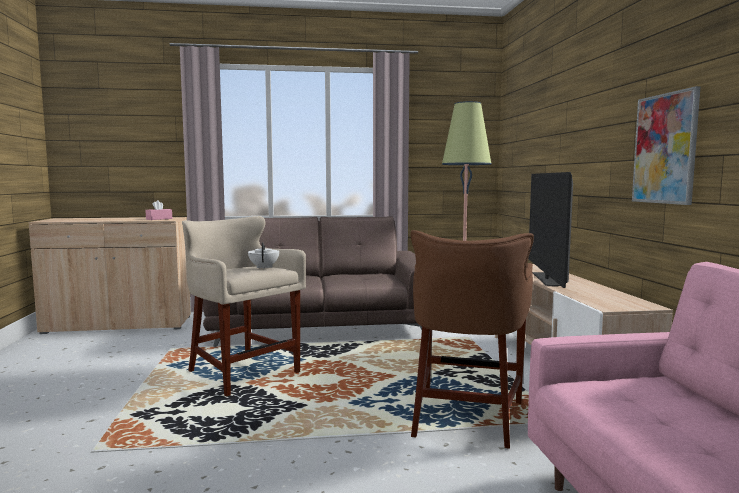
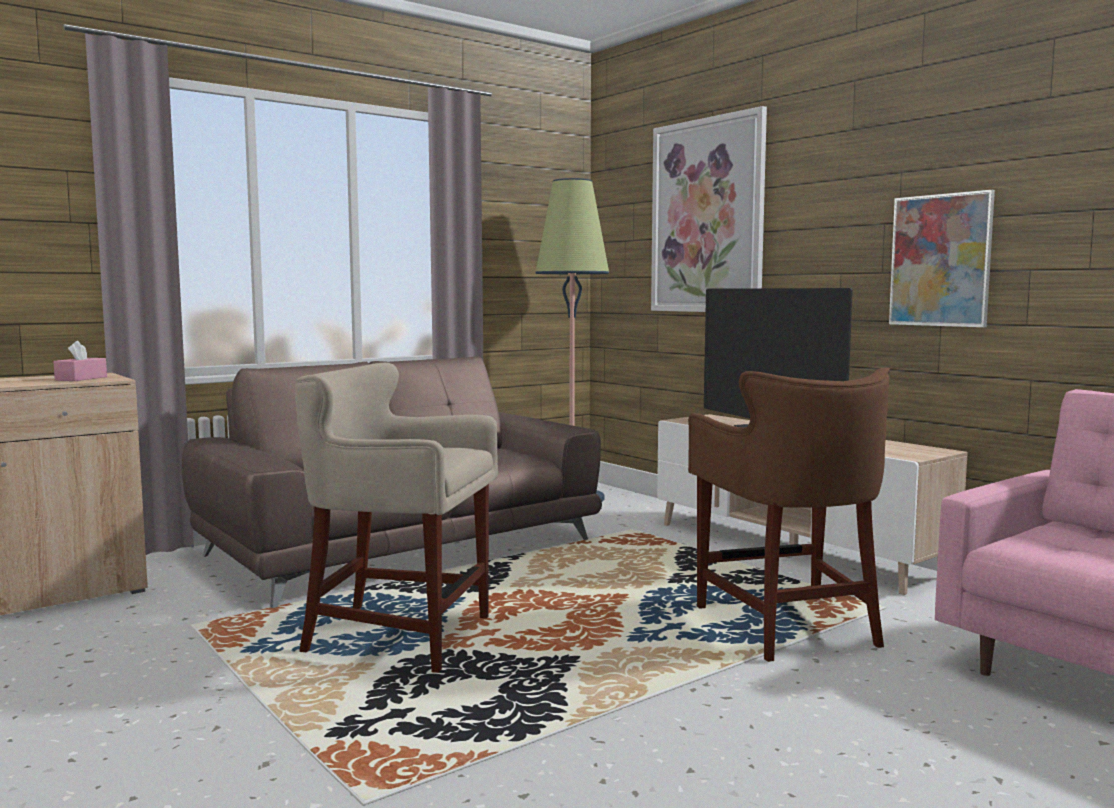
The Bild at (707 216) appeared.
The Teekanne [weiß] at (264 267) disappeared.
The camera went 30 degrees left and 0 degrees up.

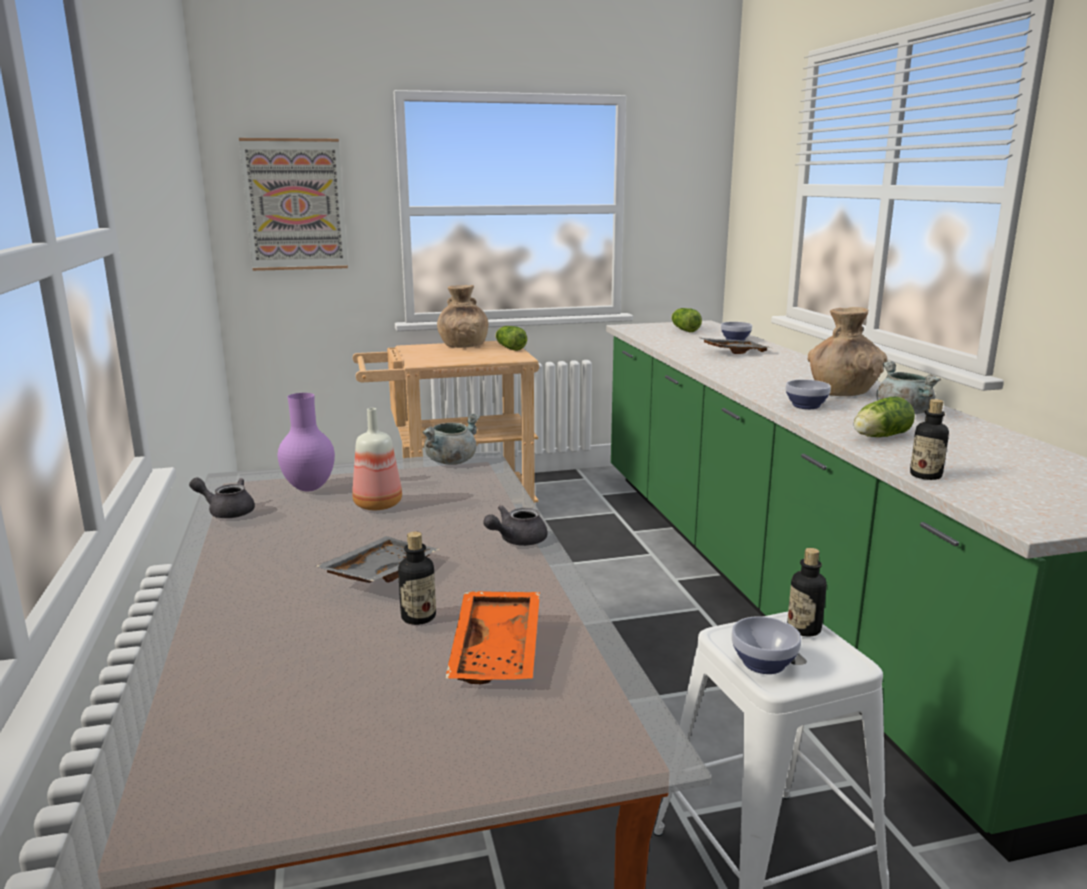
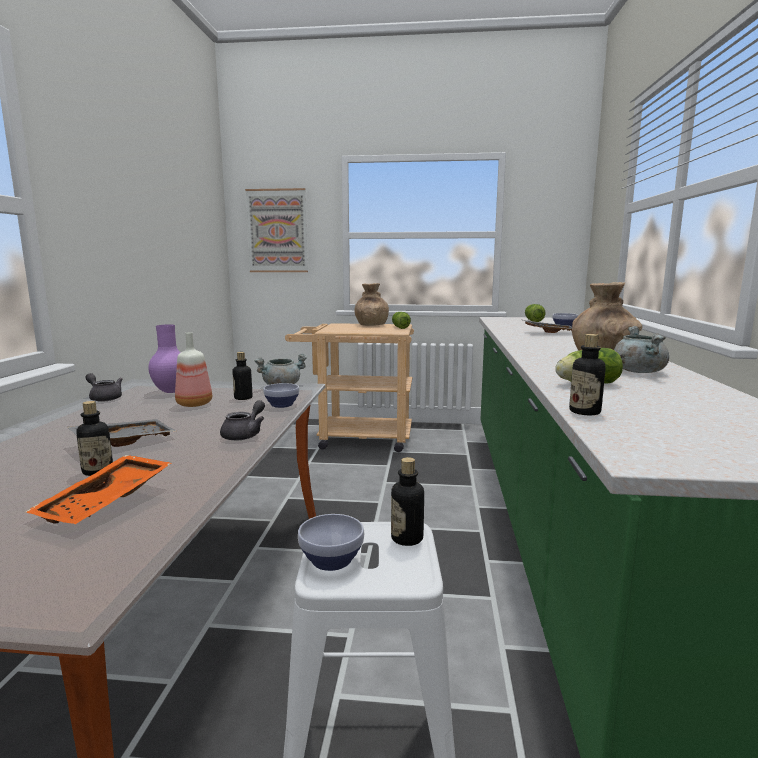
The Teekanne [grau] at (516 541) turned 135 degrees clockwise.
The Flasche at (243 398) appeared.
The Schüssel moved from (804 406) to (281 404).
The camera went 20 degrees right and 5 degrees down.

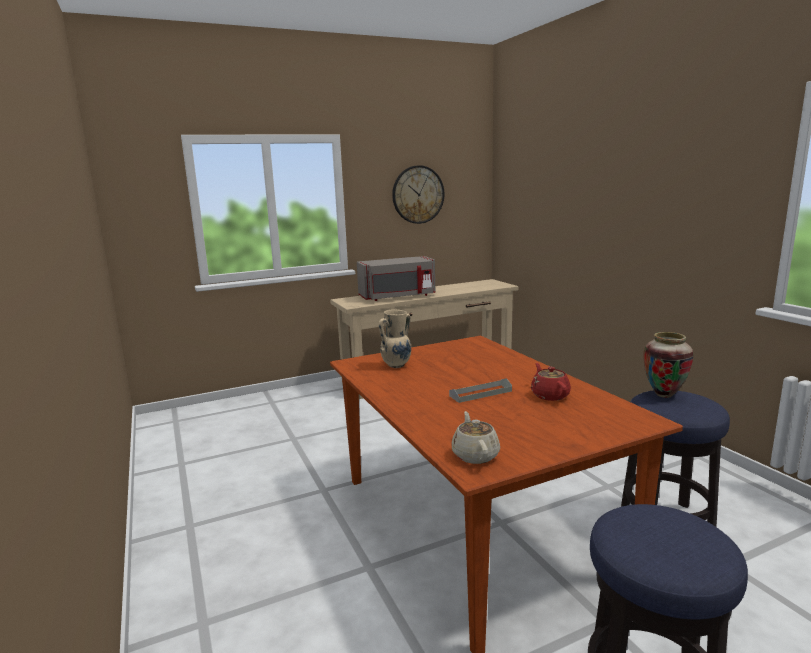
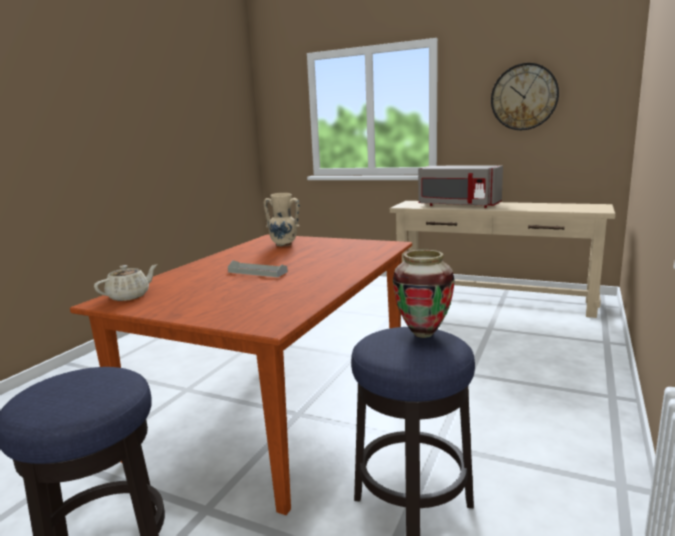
The Teekanne [rot] at (549 395) disappeared.
The camera went 50 degrees right and 0 degrees up.

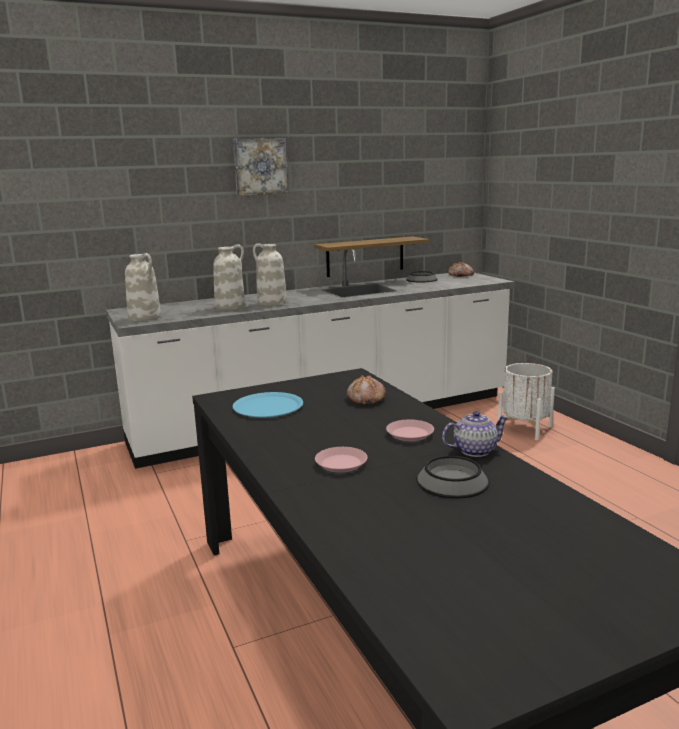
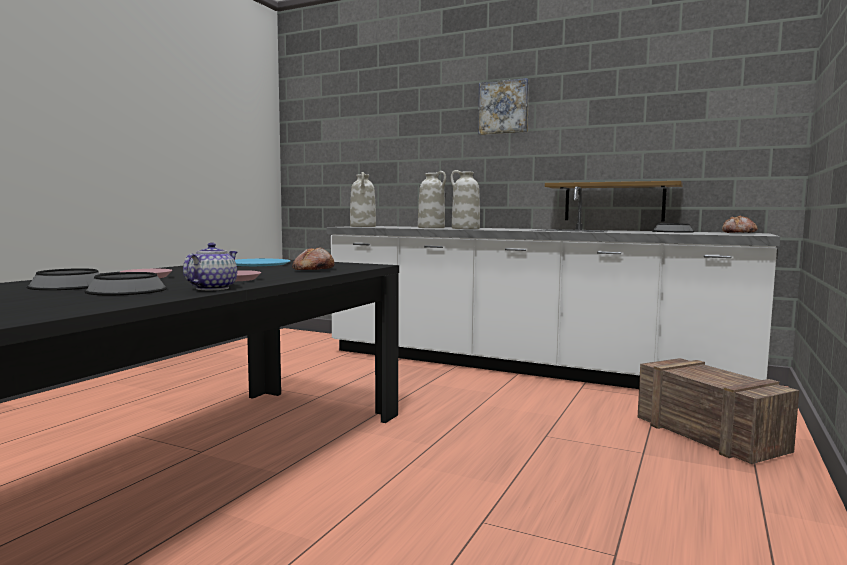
The Schüssel at (69 285) appeared.
The Teekanne at (474 450) turned 105 degrees counterclockwise.
The Pflanzkübel [weiß] at (524 429) was replaced by the Kiste at (711 436).
The camera went 50 degrees right and 10 degrees down.

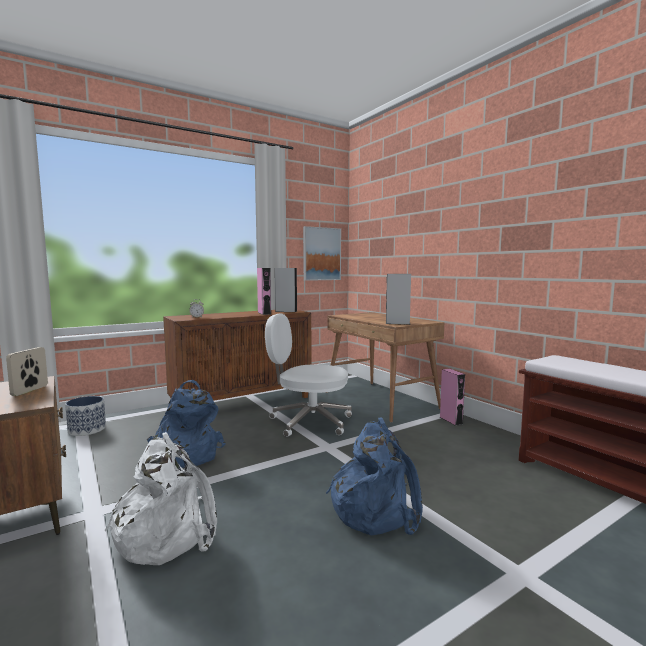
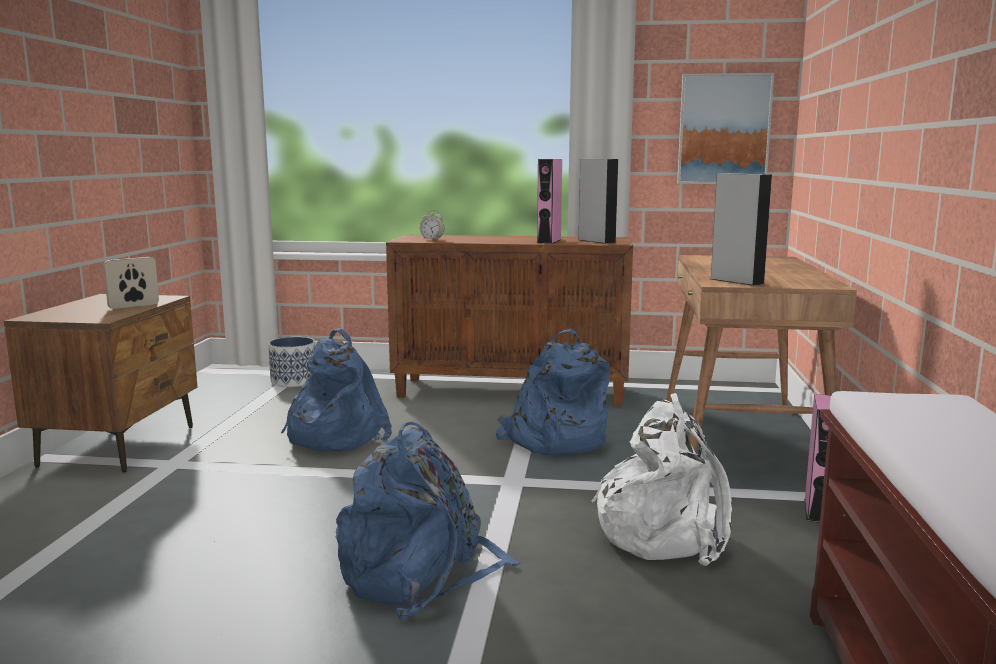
The Bürostuhl [weiß] at (309 421) was replaced by the Rucksack [blau] at (554 440).
The Rucksack [weiß] moved from (167 533) to (664 532).
The camera went 40 degrees right and 5 degrees up.

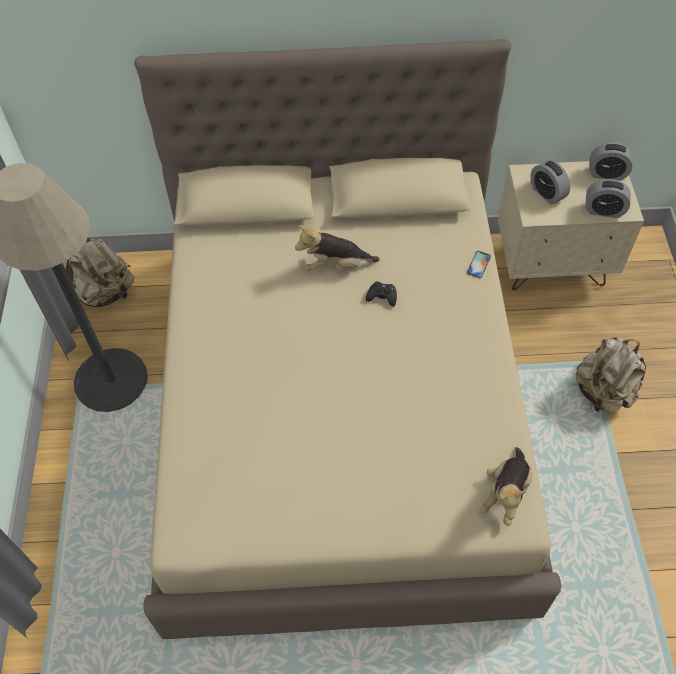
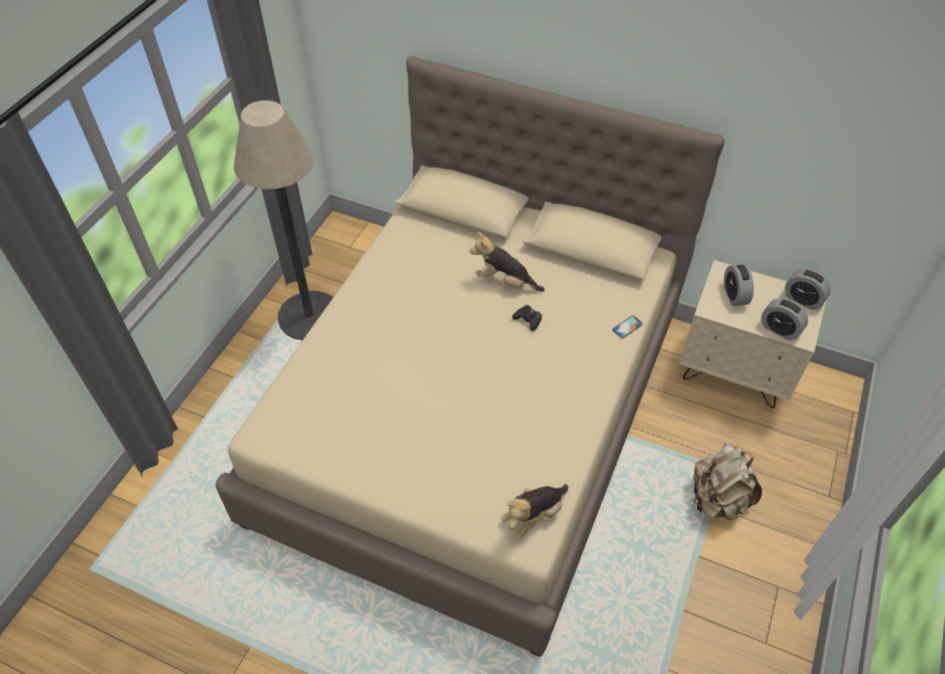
The Rucksack [beige] at (105 293) disappeared.
The camera went 25 degrees right and 5 degrees down.

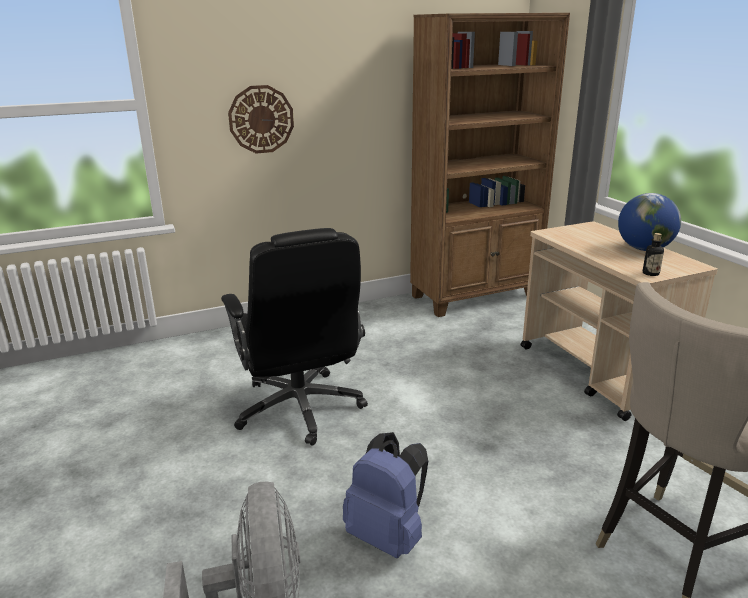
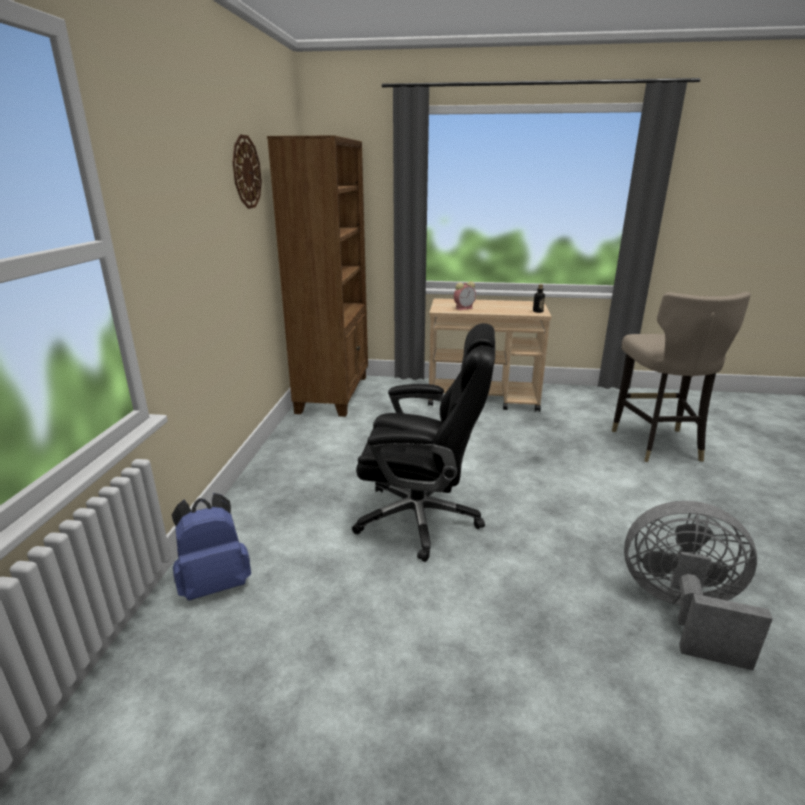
The Rucksack [blau] moved from (388 535) to (215 583).
The Wanduhr moved from (261 119) to (246 172).
The Wecker at (464 308) appeared.
The Globus at (644 249) disappeared.
The camera went 60 degrees left and 0 degrees up.

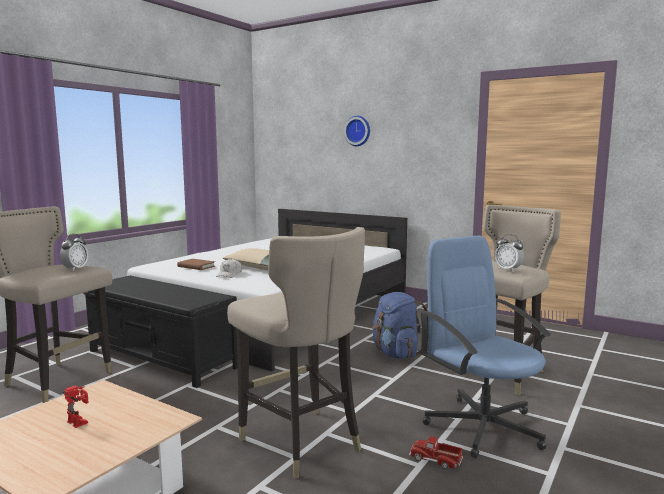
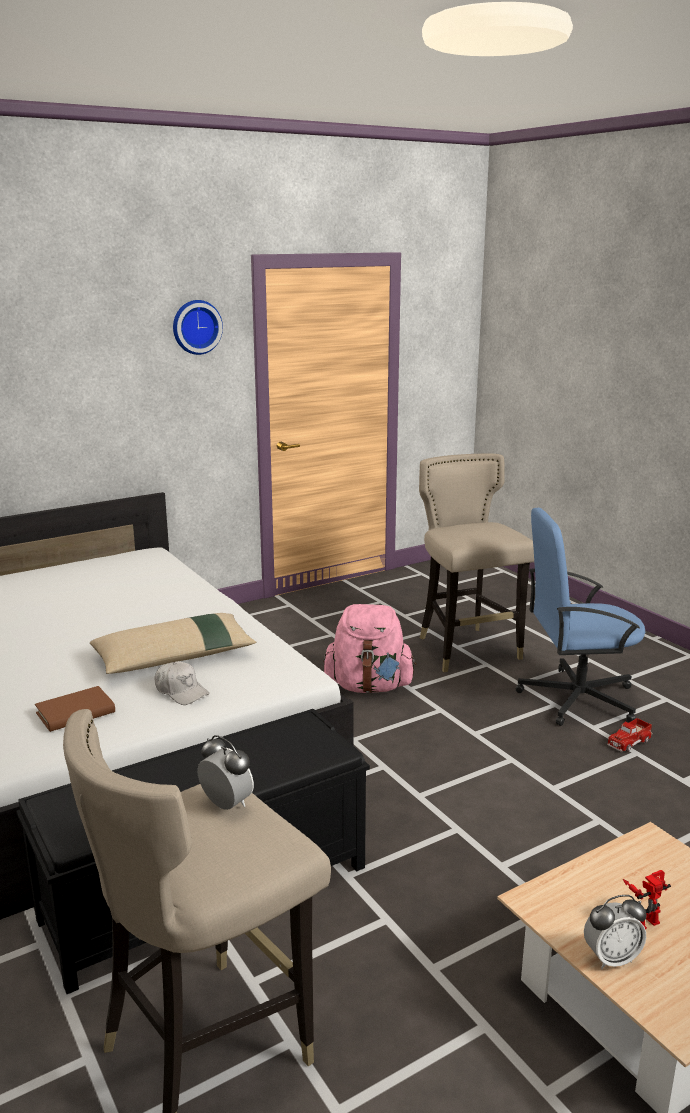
The Wanduhr moved from (358 131) to (196 327).
The Rucksack [blau] at (396 354) became the Rucksack [rosa] at (369 686).
The Wecker moved from (508 270) to (611 958).
The Hocker [beige] at (300 442) disappeared.
The camera went 65 degrees left and 10 degrees up.

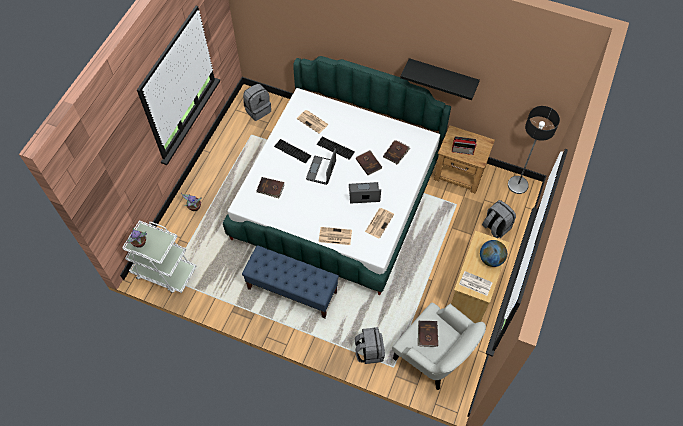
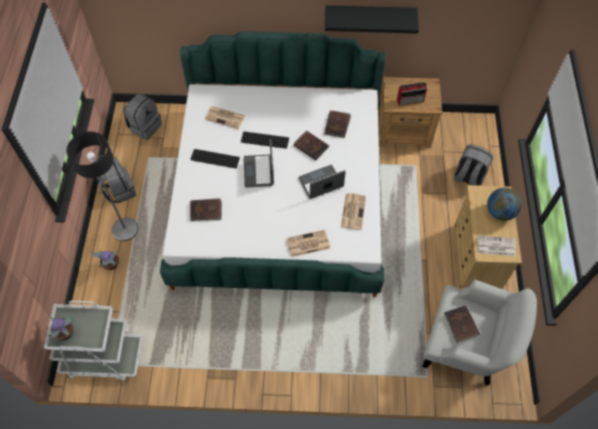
The Stehlampe moved from (517 185) to (125 229).
The Rucksack [grau] moved from (369 351) to (119 190).
The Bank [blau] at (292 290) disappeared.
The camera went 20 degrees left and 0 degrees up.

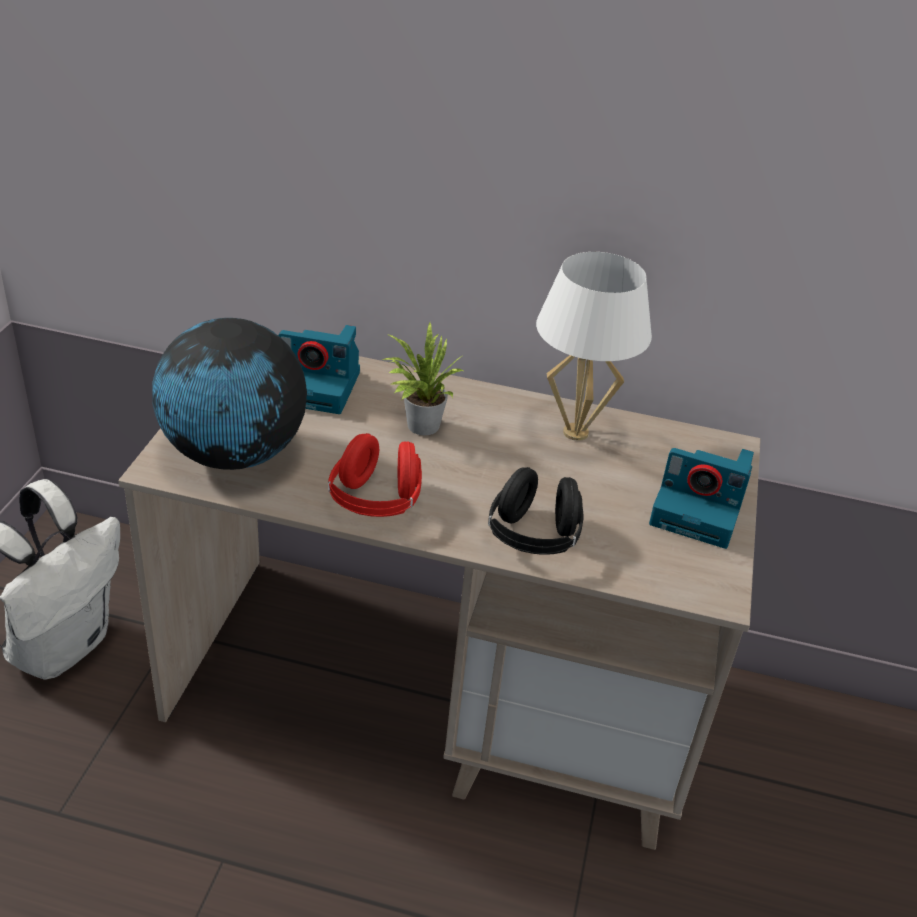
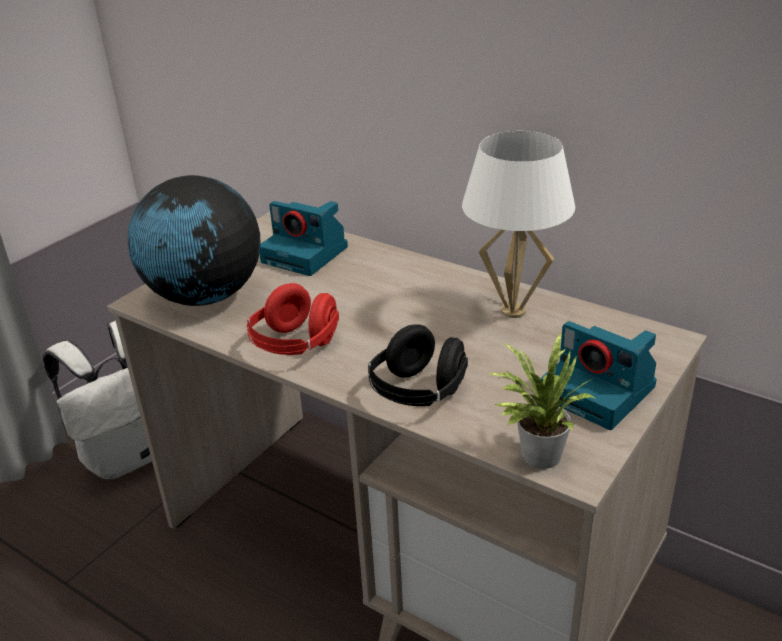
The Topfpflanze moved from (418 425) to (535 454).
The camera went 25 degrees right and 5 degrees down.

